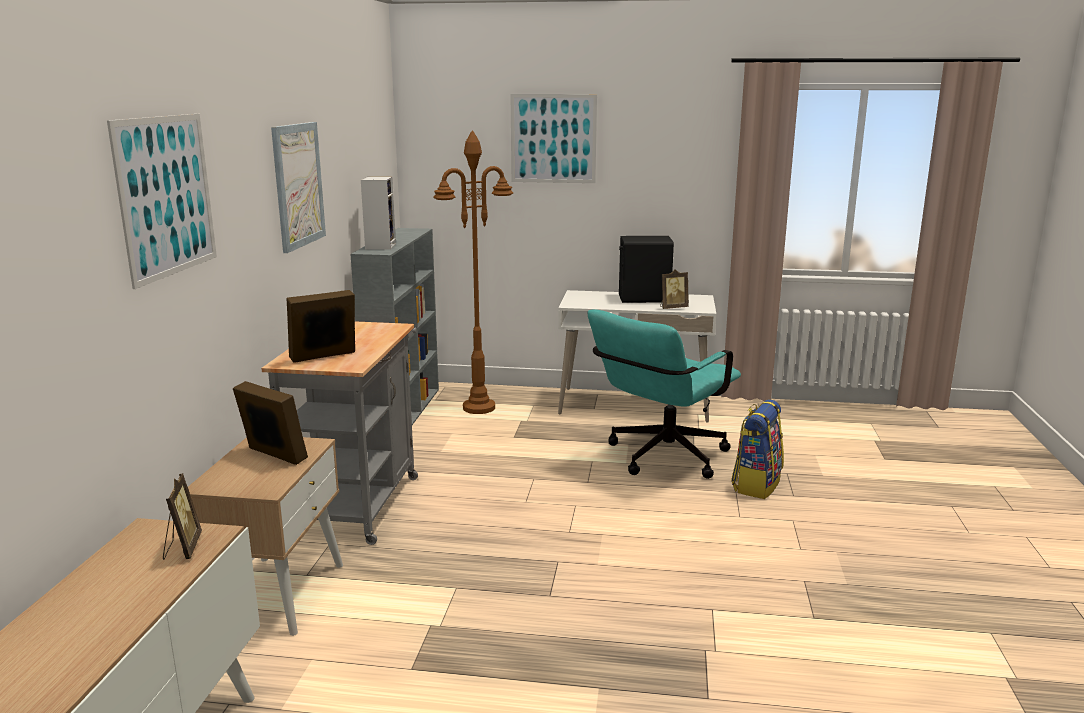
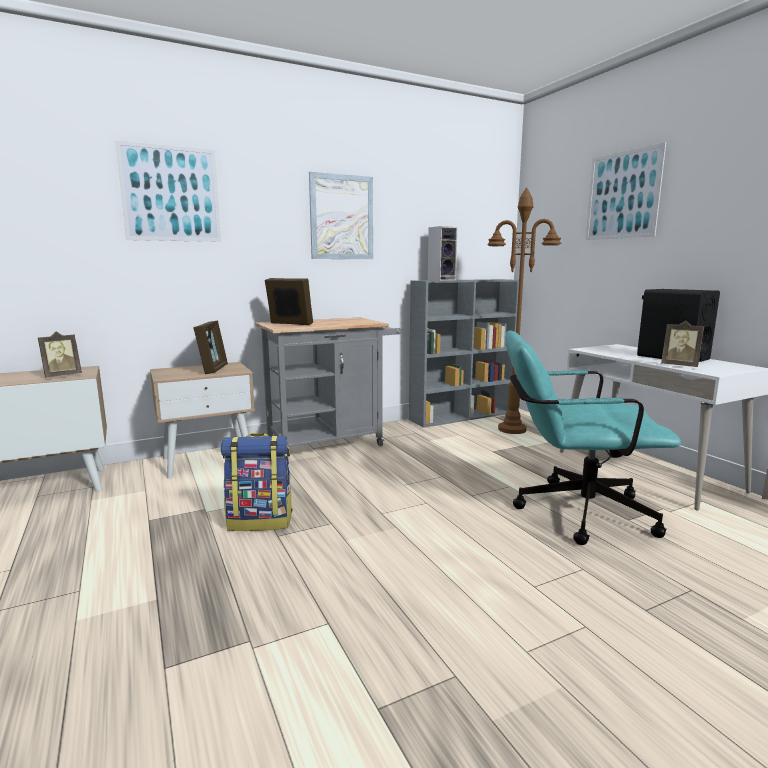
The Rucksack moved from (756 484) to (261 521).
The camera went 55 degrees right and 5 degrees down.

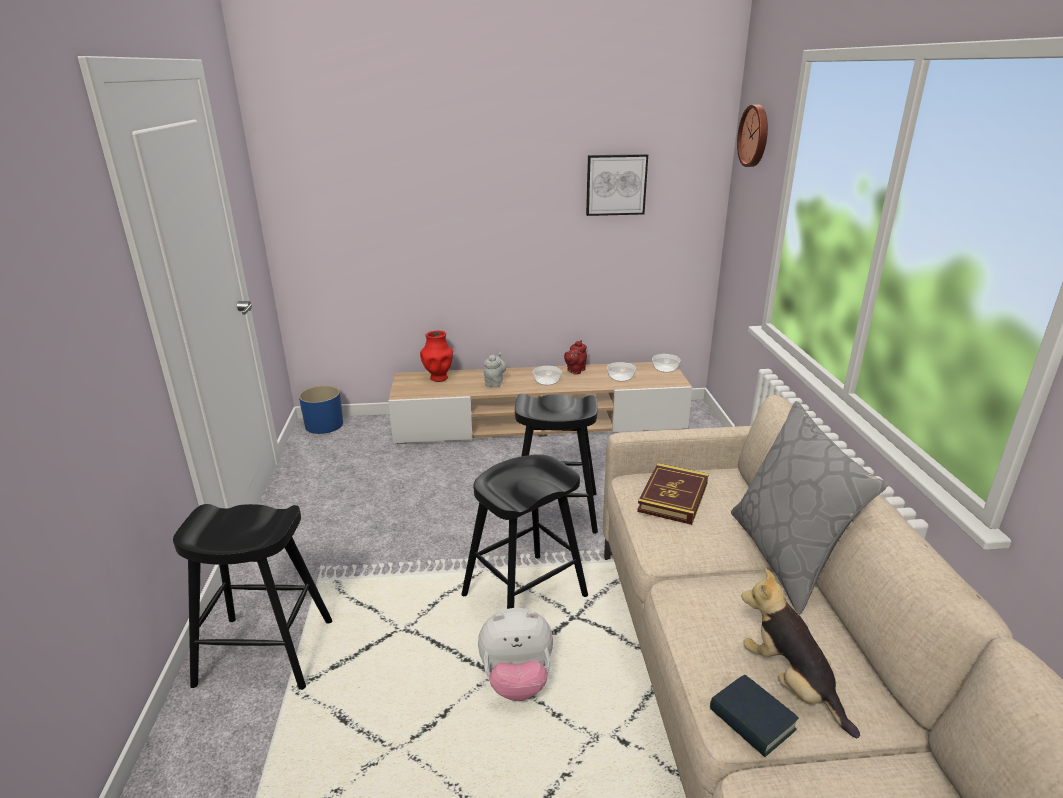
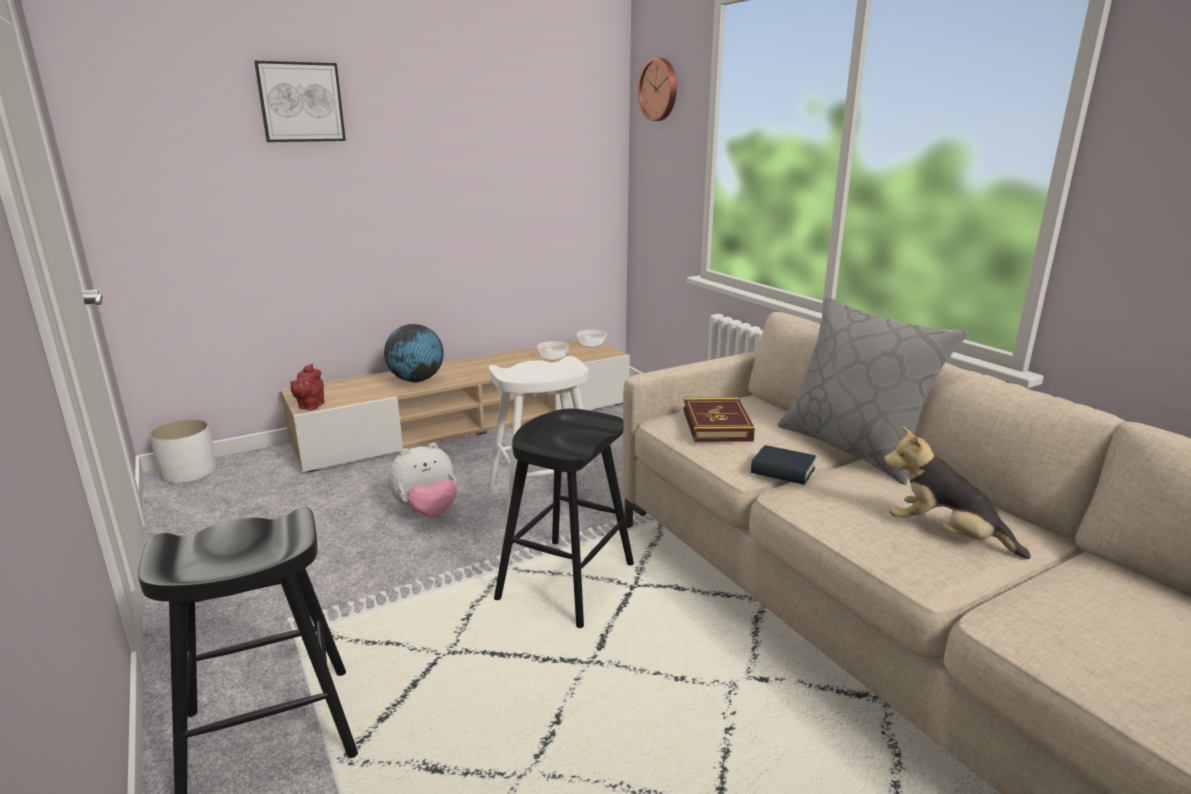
The Pflanzkübel [blau] at (324 425) became the Pflanzkübel [weiß] at (189 471).
The Bild moved from (616 184) to (301 102).
The Teekanne [rot] moved from (575 371) to (310 406).
The Teekanne [grau] at (494 382) was replaced by the Globus at (416 380).
The Plüschtier moved from (517 681) to (427 512).
The Hocker [schwarz] at (555 511) became the Hocker [weiß] at (544 498).
The Buch moved from (752 720) to (782 471).
The Vase [rot] at (439 378) disappeared.
The Schüssel at (547 382) disappeared.
The camera went 25 degrees left and 5 degrees down.

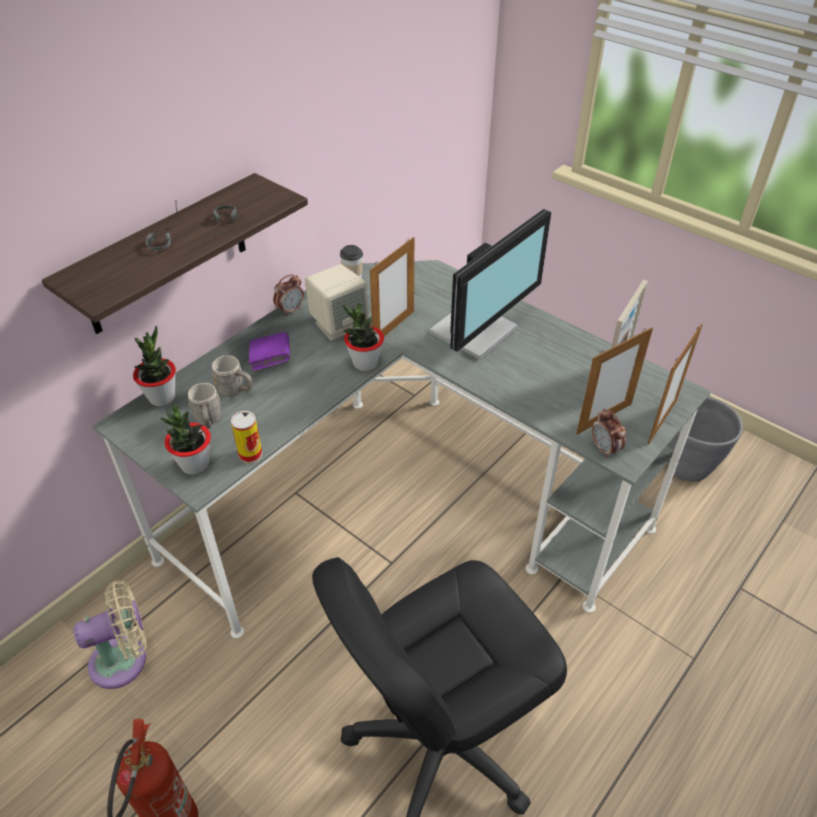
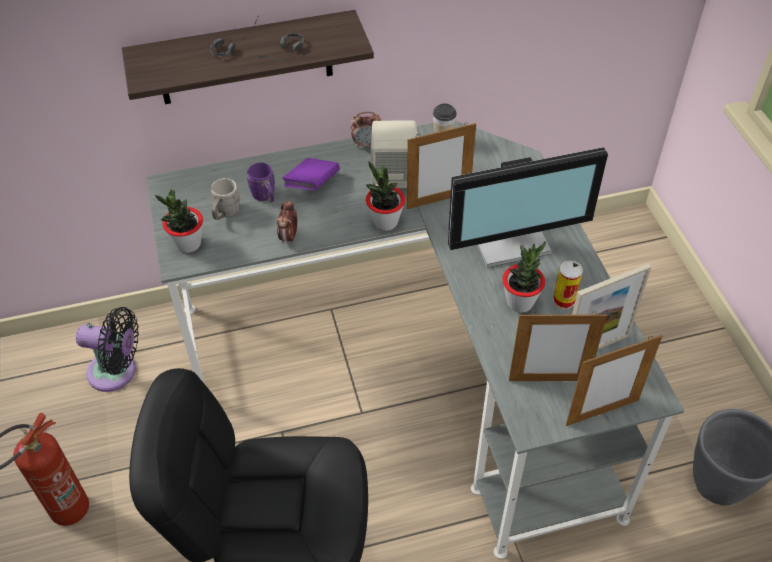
The Ventilator [beige] at (124 659) became the Ventilator [schwarz] at (117 372).
The Henkelbecher [grau] at (236 391) became the Henkelbecher [lila] at (265 197).
The Wecker moved from (605 449) to (289 237).
The Topfpflanze moved from (162 397) to (520 302).
The Dose moved from (250 454) to (564 300).
The camera went 35 degrees right and 5 degrees up.

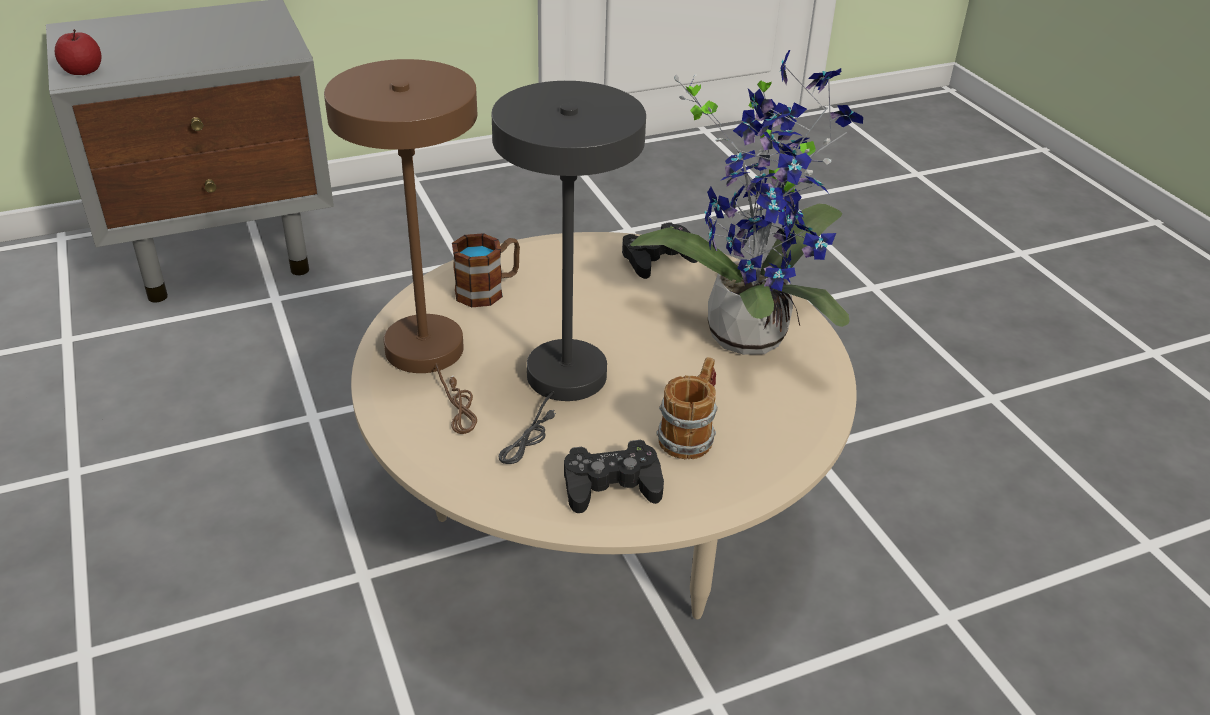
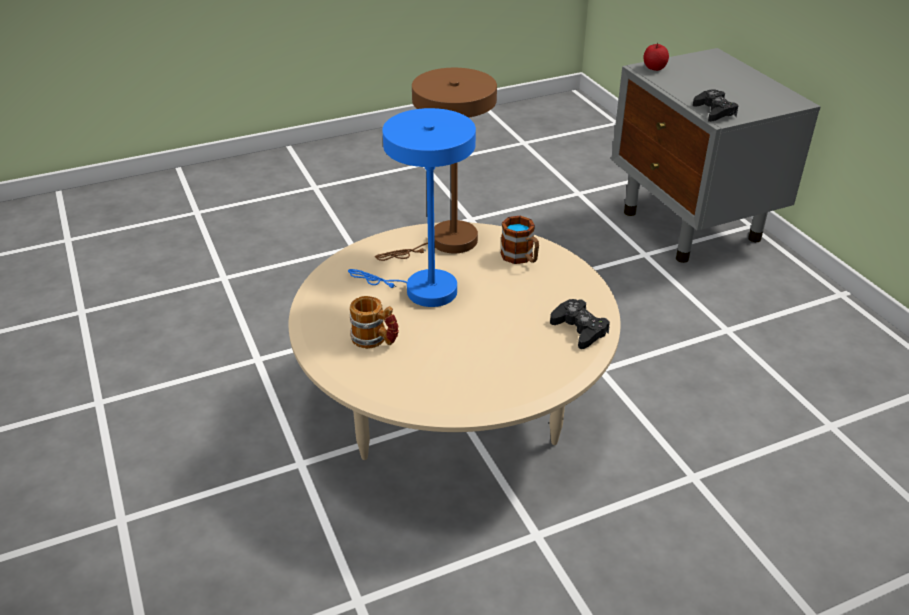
The Tischlampe [grau] at (562 385) became the Tischlampe [blau] at (422 290).
The Gamepad [schwarz] moved from (611 485) to (714 111).
The Topfpflanze at (749 329) disappeared.
The camera went 90 degrees right and 0 degrees up.

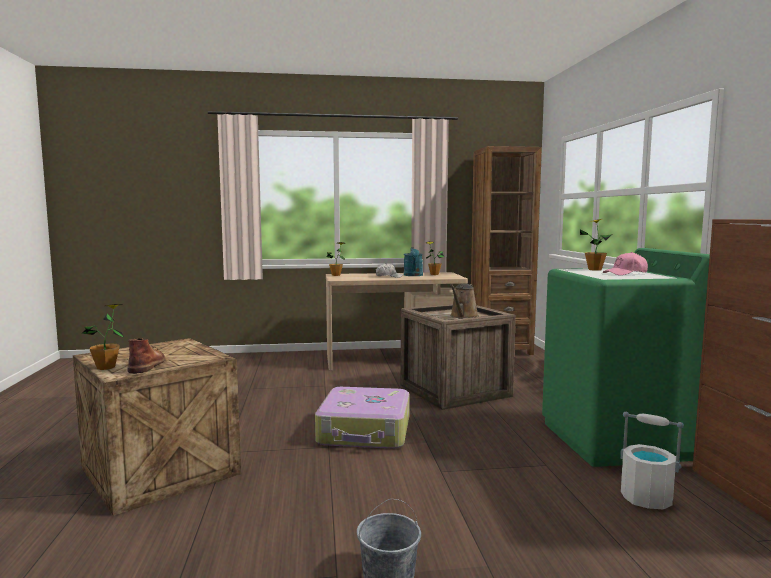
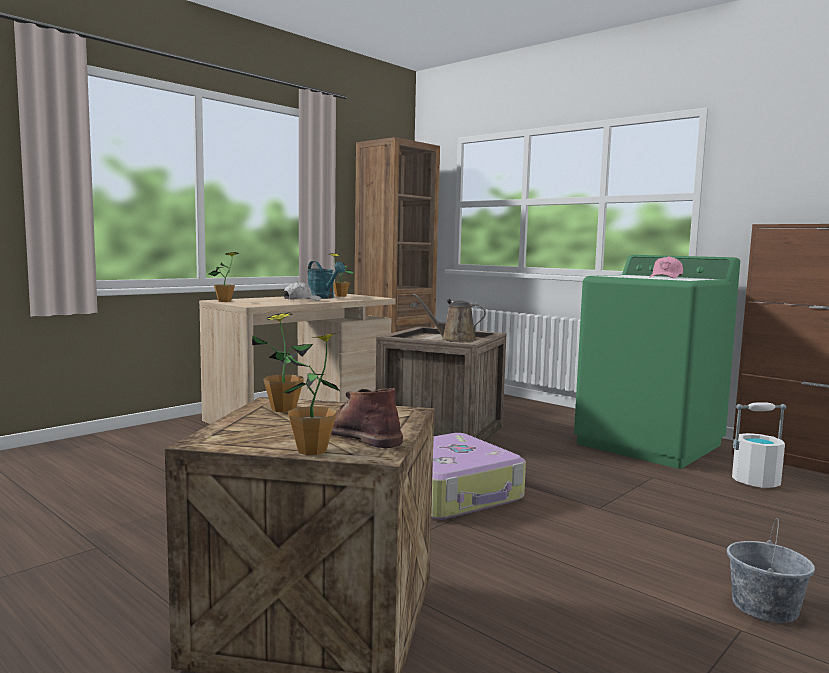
The Topfpflanze moved from (595 269) to (283 409).
The Gießkanne [braun] at (463 316) turned 120 degrees clockwise.
The camera went 40 degrees left and 0 degrees up.

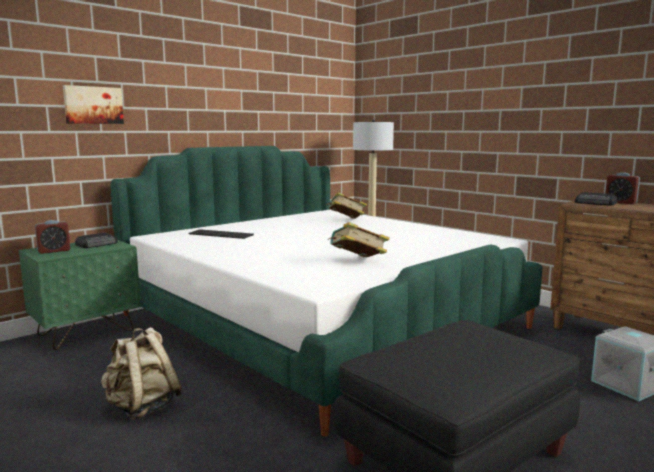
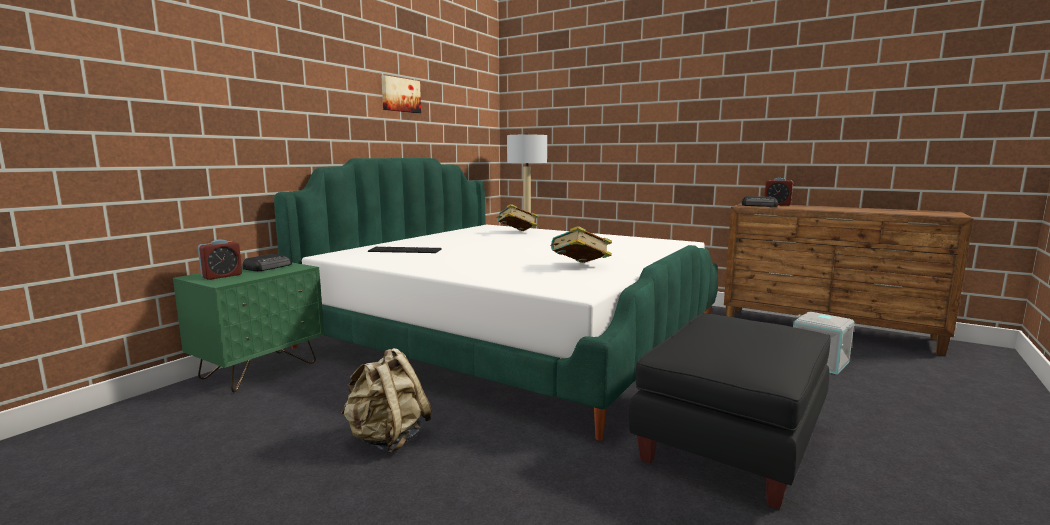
The Bild moved from (93 105) to (400 95).
The camera went 15 degrees left and 0 degrees up.

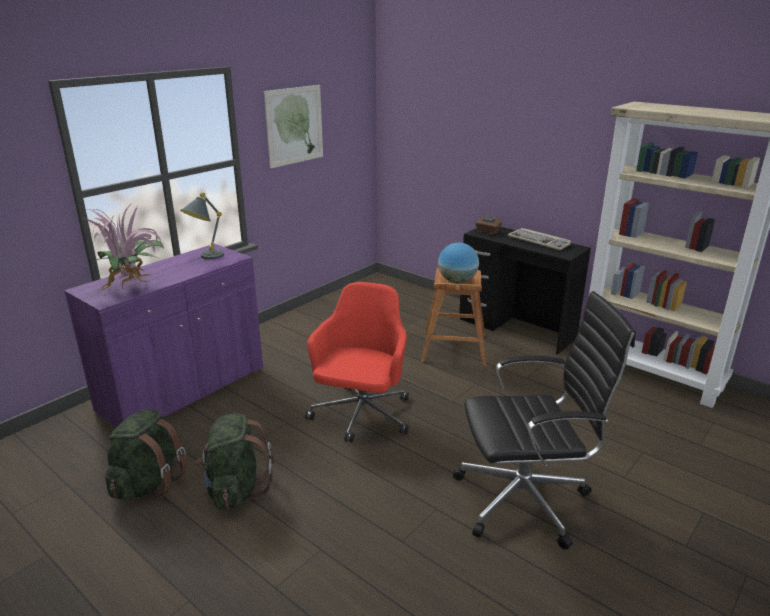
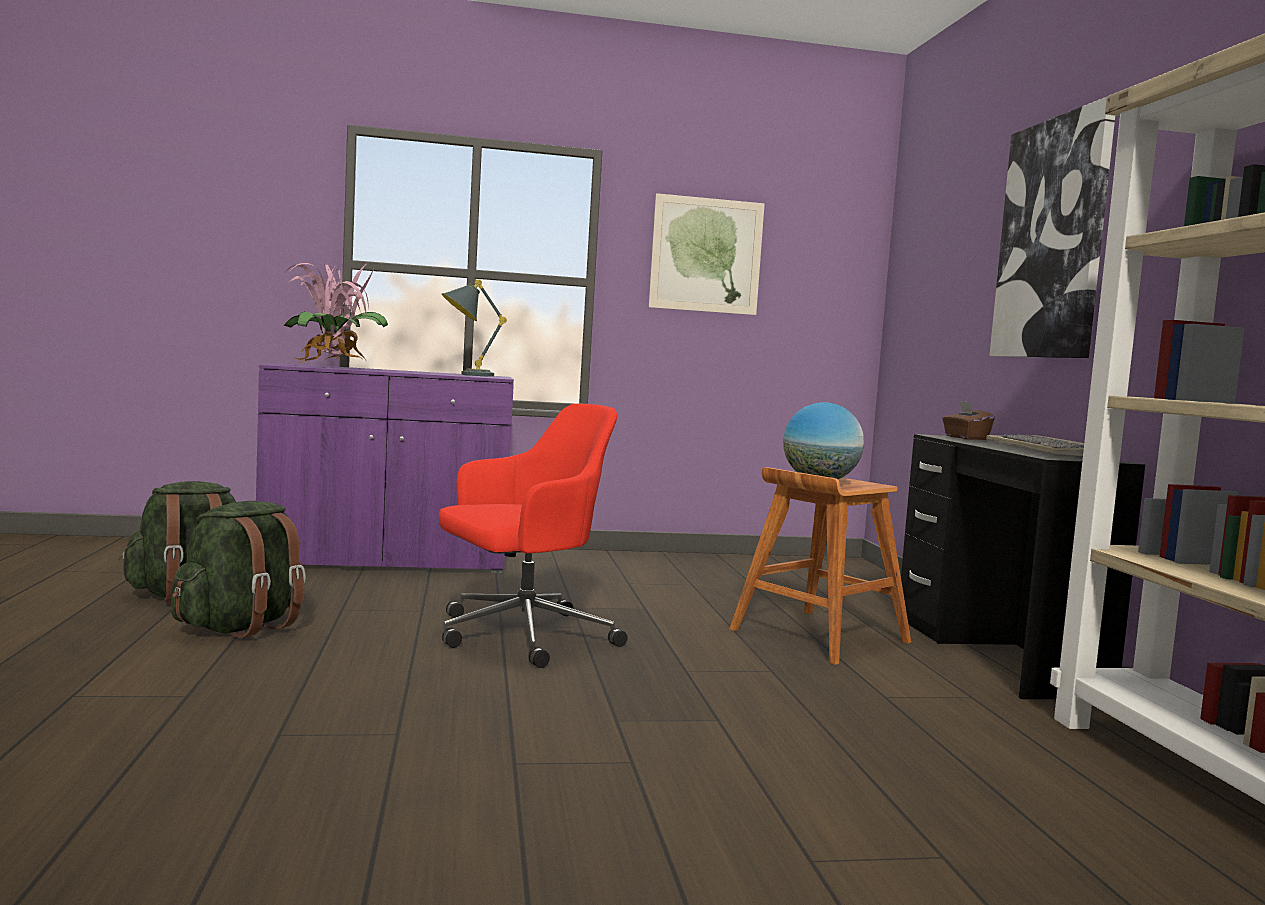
The Bild at (1052 239) appeared.
The Bürostuhl [schwarz] at (526 499) disappeared.
The camera went 40 degrees right and 20 degrees down.

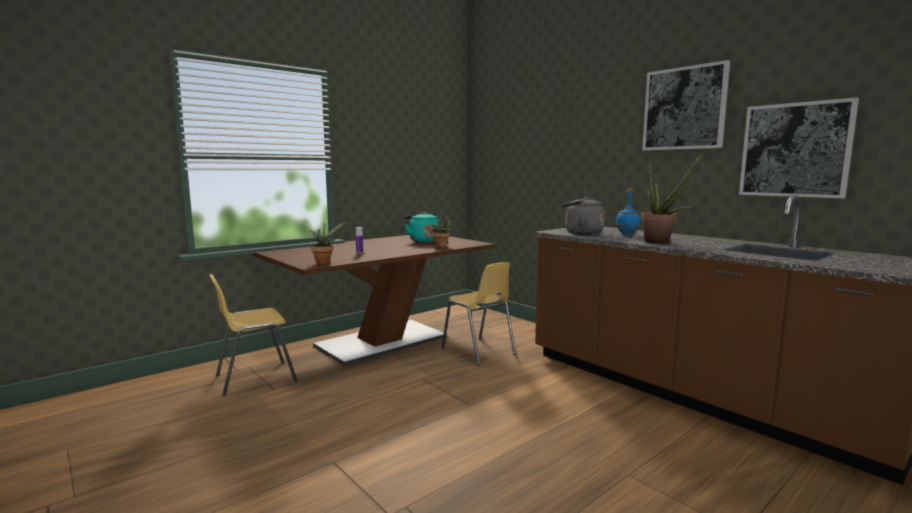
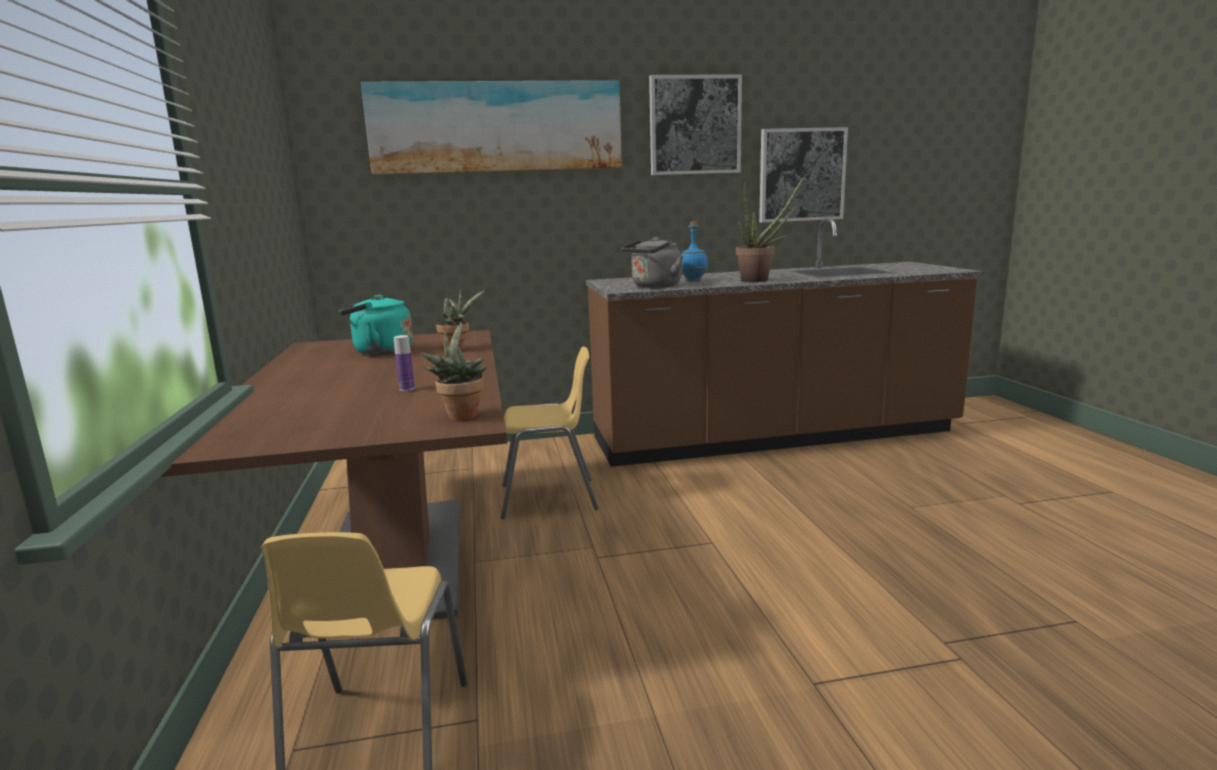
The Bild at (496 127) appeared.
The camera went 60 degrees left and 5 degrees up.

